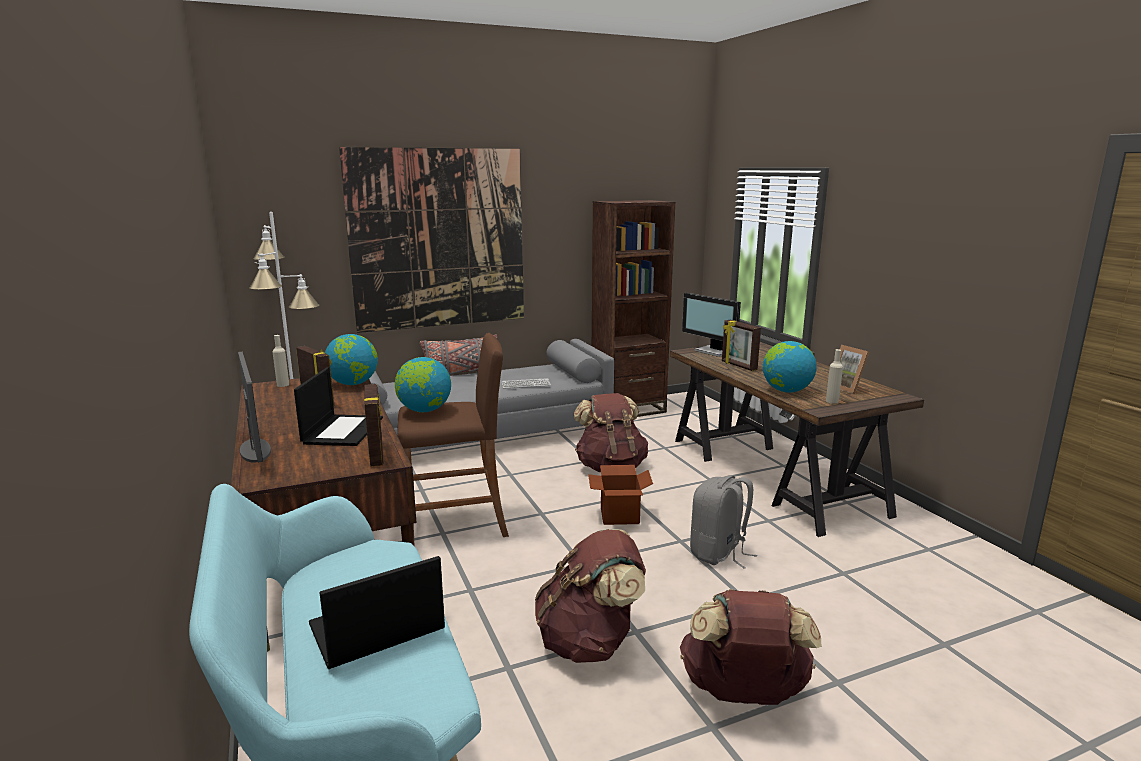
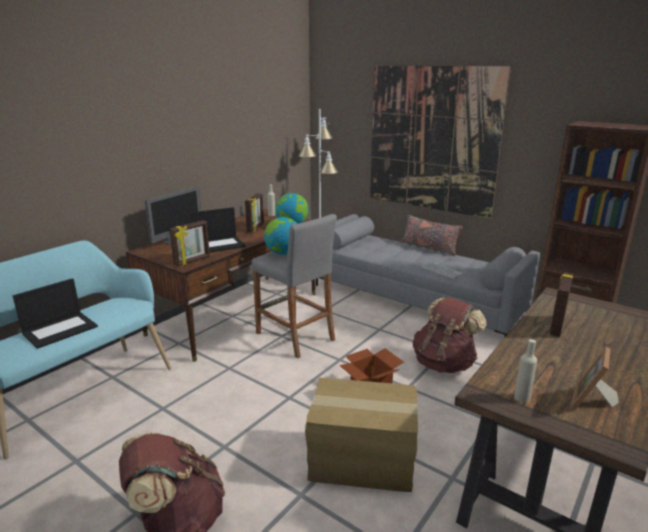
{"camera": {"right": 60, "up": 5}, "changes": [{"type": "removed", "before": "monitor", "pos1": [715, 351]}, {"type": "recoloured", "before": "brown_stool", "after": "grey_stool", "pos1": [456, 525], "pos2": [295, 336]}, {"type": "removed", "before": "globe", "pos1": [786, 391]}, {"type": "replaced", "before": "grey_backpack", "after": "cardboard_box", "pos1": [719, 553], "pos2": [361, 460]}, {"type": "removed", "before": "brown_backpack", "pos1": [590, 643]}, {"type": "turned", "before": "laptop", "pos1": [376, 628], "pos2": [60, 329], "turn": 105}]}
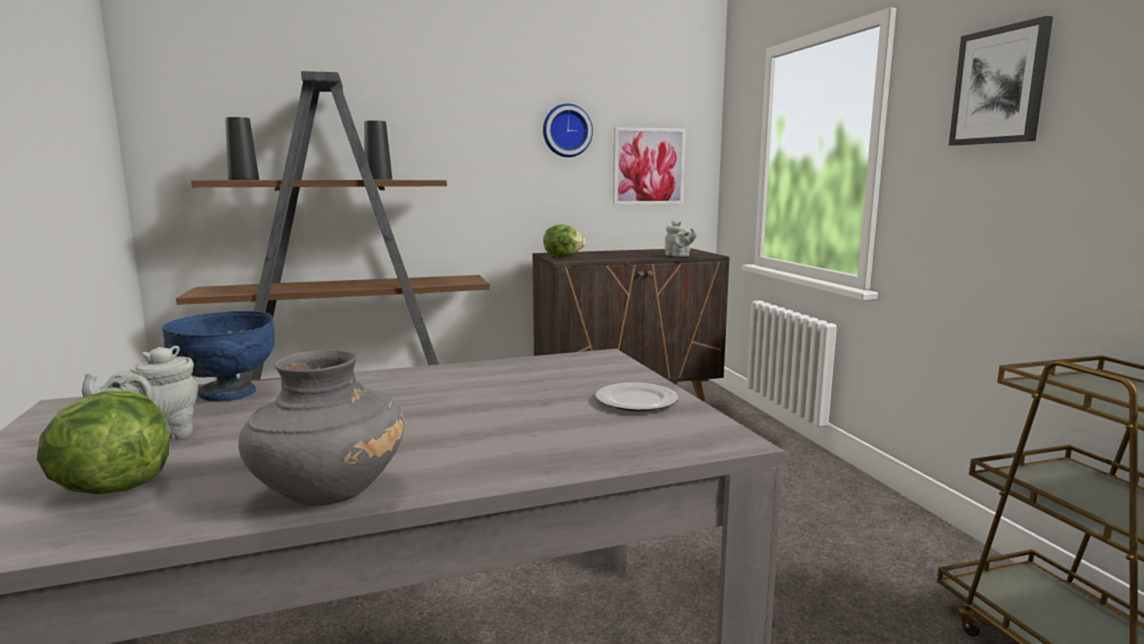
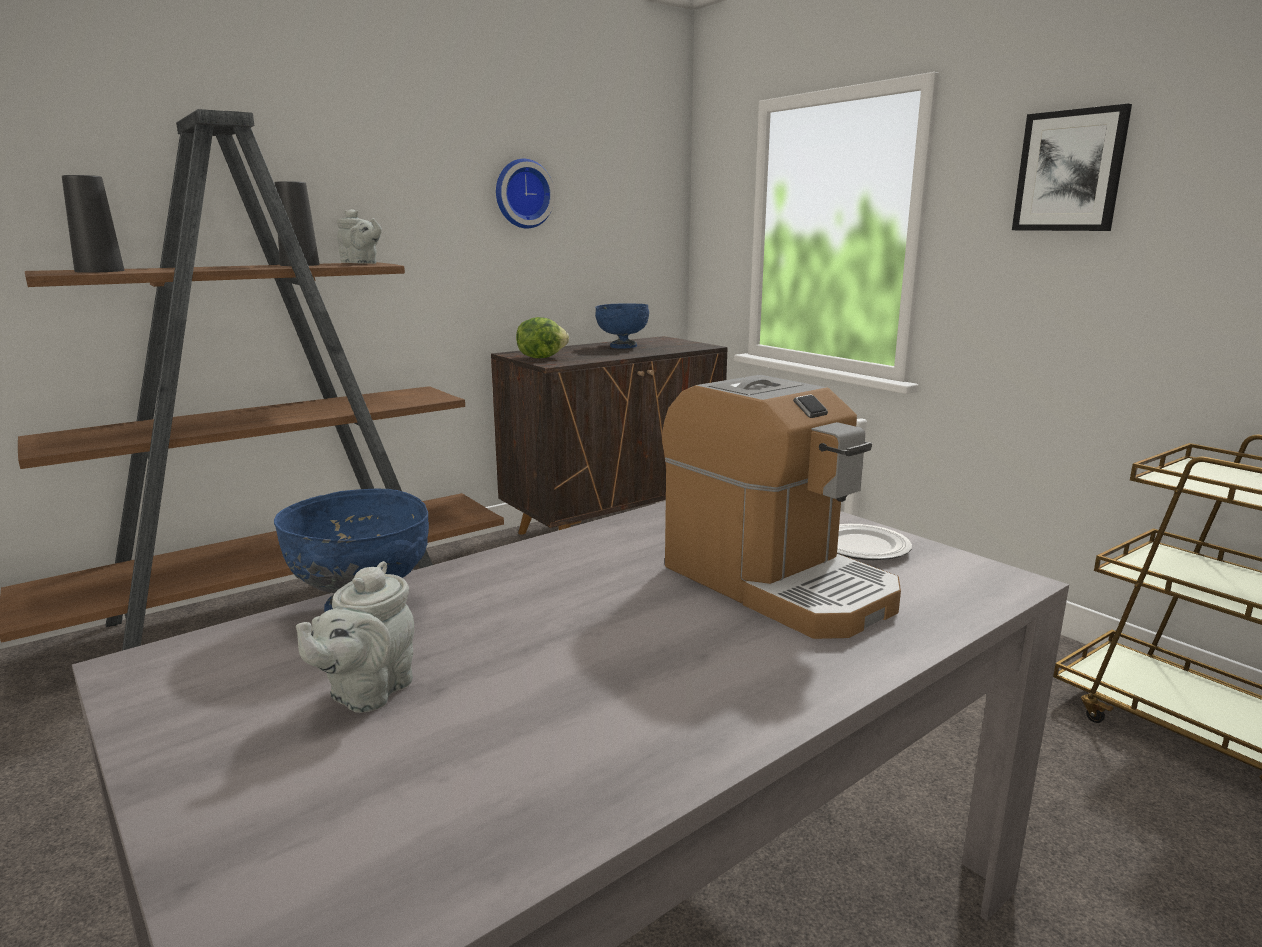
{"camera": {"right": -20, "up": 5}, "changes": [{"type": "removed", "before": "picture", "pos1": [648, 166]}, {"type": "moved", "before": "grey_teapot", "pos1": [679, 256], "pos2": [361, 263]}, {"type": "removed", "before": "grey_vase", "pos1": [328, 492]}, {"type": "removed", "before": "lettuce", "pos1": [113, 487]}, {"type": "added", "after": "blue_bowl", "pos2": [622, 346]}, {"type": "added", "after": "coffee_machine", "pos2": [777, 583]}]}
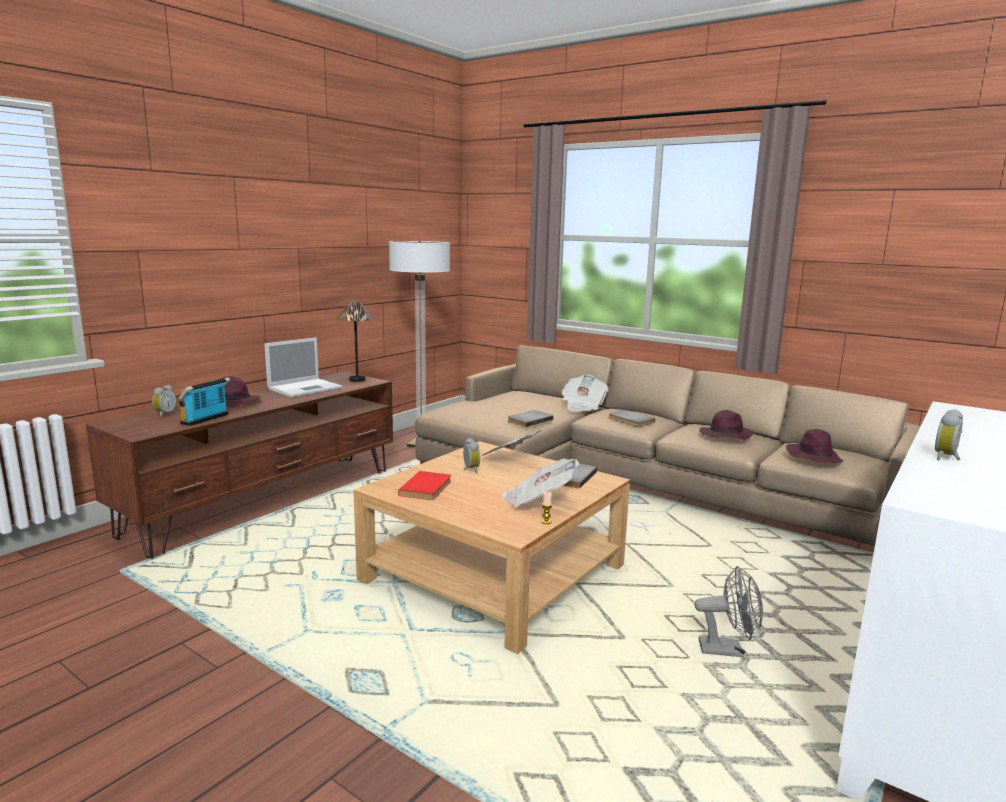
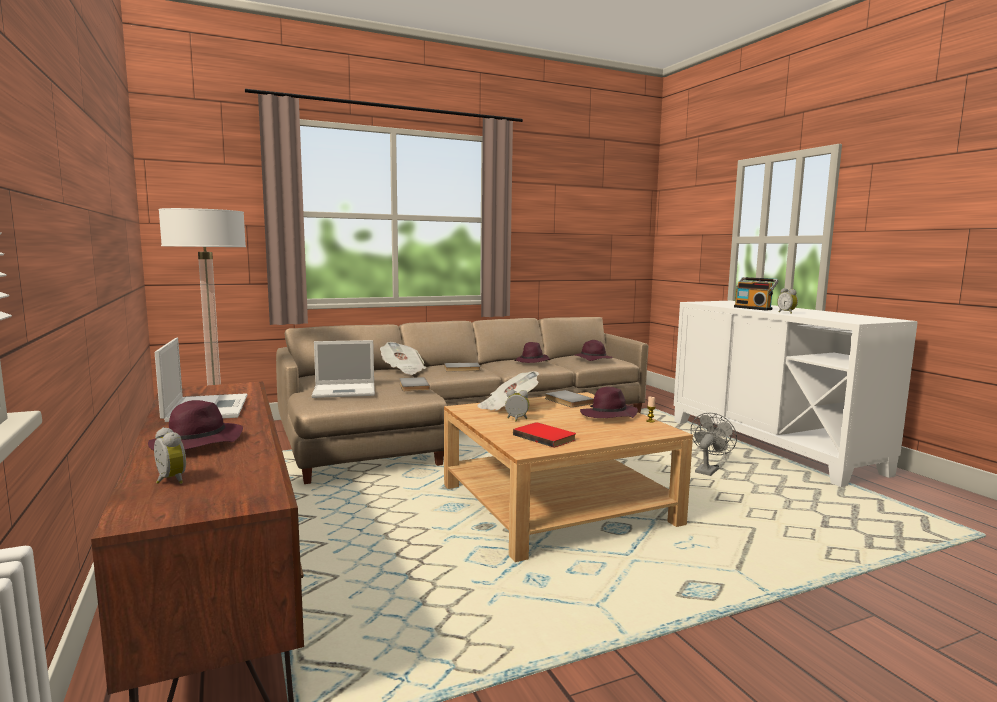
{"camera": {"right": -60, "up": -5}, "changes": [{"type": "removed", "before": "table_lamp", "pos1": [356, 380]}, {"type": "moved", "before": "radio", "pos1": [206, 419], "pos2": [753, 308]}, {"type": "replaced", "before": "newspaper", "after": "purple_hat", "pos1": [538, 501], "pos2": [608, 416]}, {"type": "added", "after": "laptop", "pos2": [345, 391]}]}
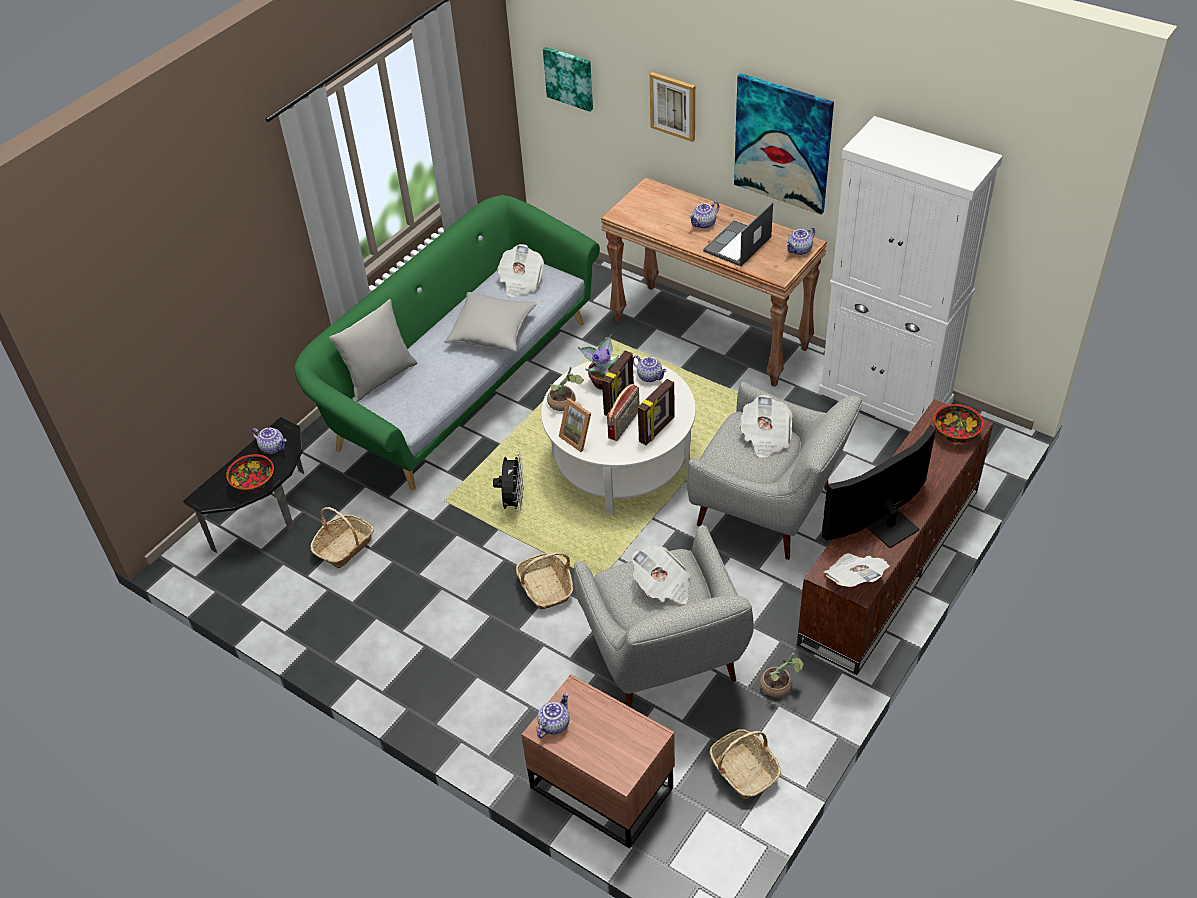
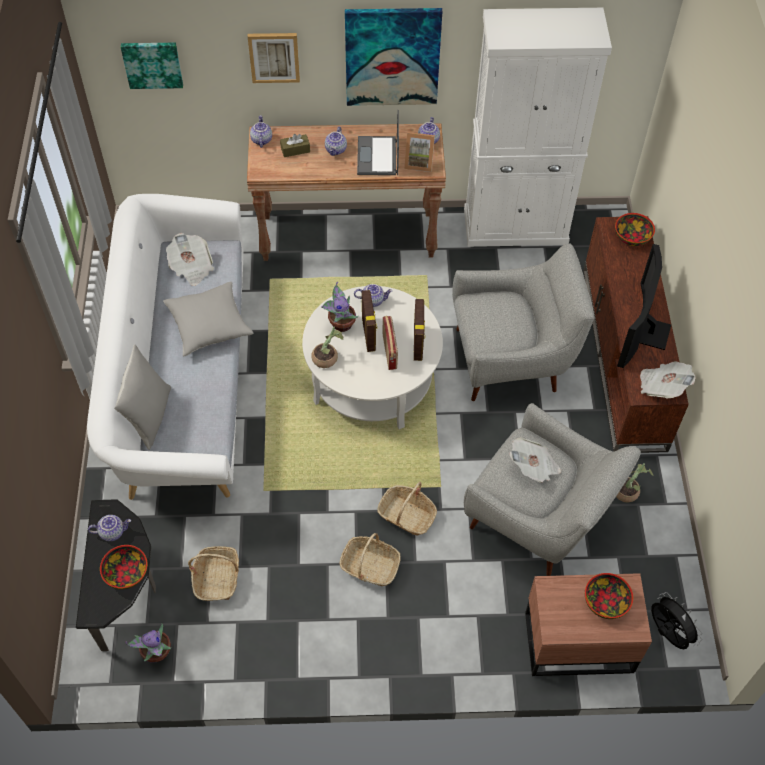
{"camera": {"right": -40, "up": 10}, "changes": [{"type": "recoloured", "before": "green_sofa", "after": "white_sofa", "pos1": [460, 382], "pos2": [183, 380]}, {"type": "removed", "before": "newspaper", "pos1": [765, 437]}, {"type": "moved", "before": "picture_frame", "pos1": [579, 437], "pos2": [419, 162]}, {"type": "moved", "before": "black_fan", "pos1": [513, 502], "pos2": [667, 634]}, {"type": "moved", "before": "teapot", "pos1": [553, 724], "pos2": [261, 140]}, {"type": "moved", "before": "basket", "pos1": [743, 770], "pos2": [369, 566]}, {"type": "added", "after": "brown_tissue_box", "pos2": [295, 150]}, {"type": "added", "after": "bowl", "pos2": [606, 601]}, {"type": "added", "after": "potted_plant", "pos2": [156, 653]}]}
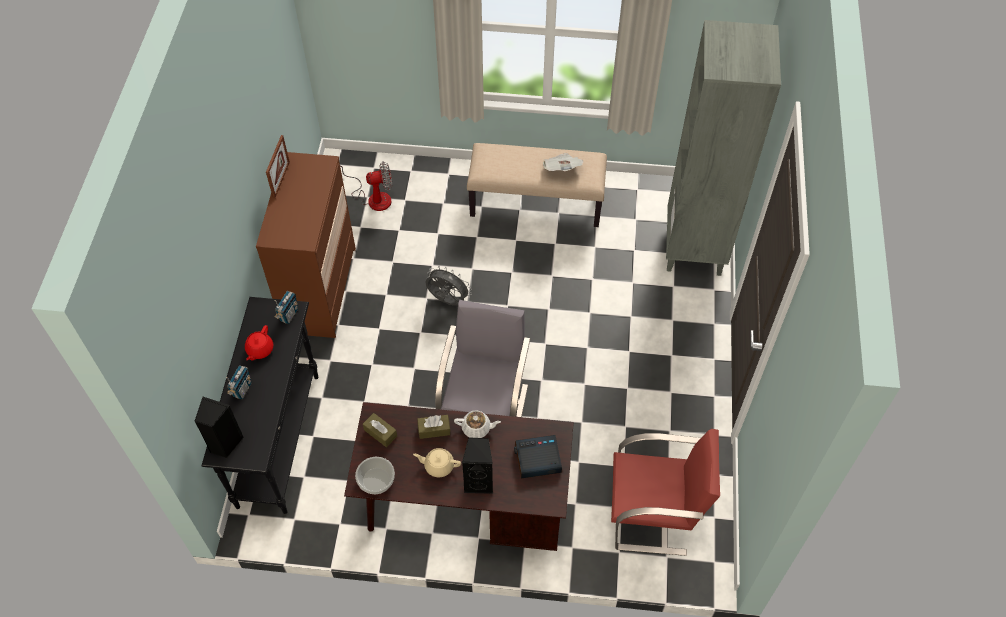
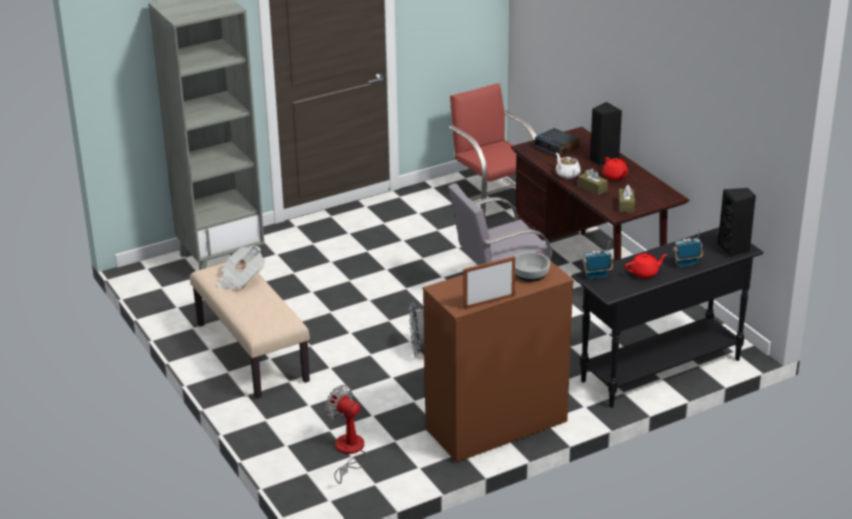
{"camera": {"right": -125, "up": -25}, "changes": [{"type": "recoloured", "before": "beige_teapot", "after": "red_teapot", "pos1": [438, 465], "pos2": [615, 176]}, {"type": "moved", "before": "bowl", "pos1": [376, 480], "pos2": [530, 273]}]}
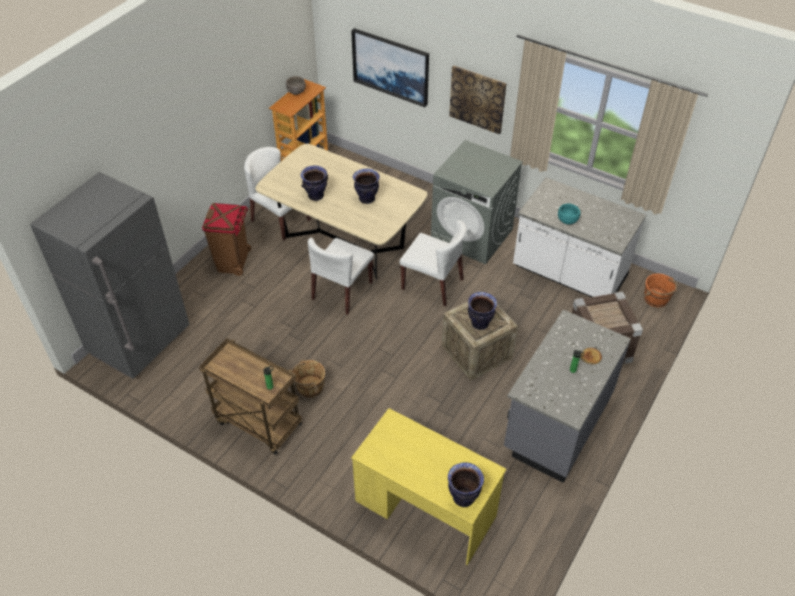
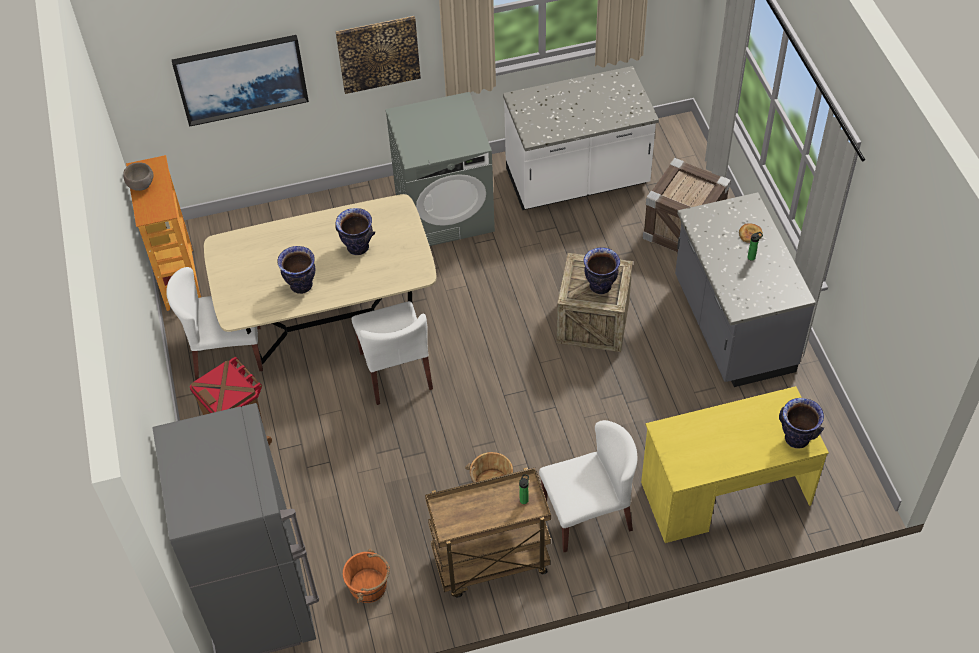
{"camera": {"right": -45, "up": 5}, "changes": [{"type": "removed", "before": "turquoise_bowl", "pos1": [567, 221]}, {"type": "moved", "before": "white_chair", "pos1": [433, 284], "pos2": [587, 515]}, {"type": "moved", "before": "orange_bucket", "pos1": [656, 299], "pos2": [369, 586]}]}
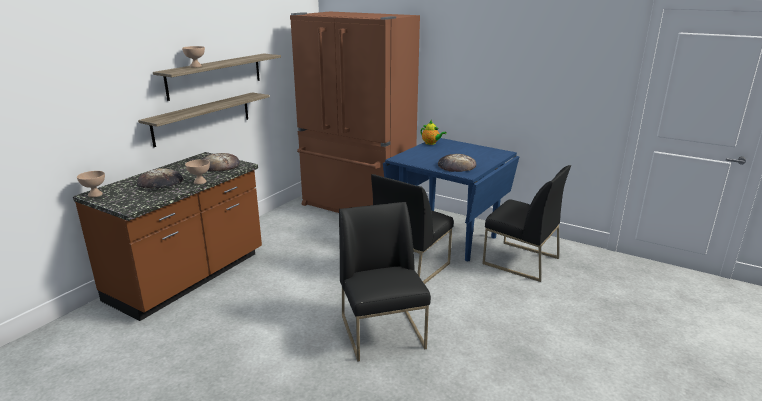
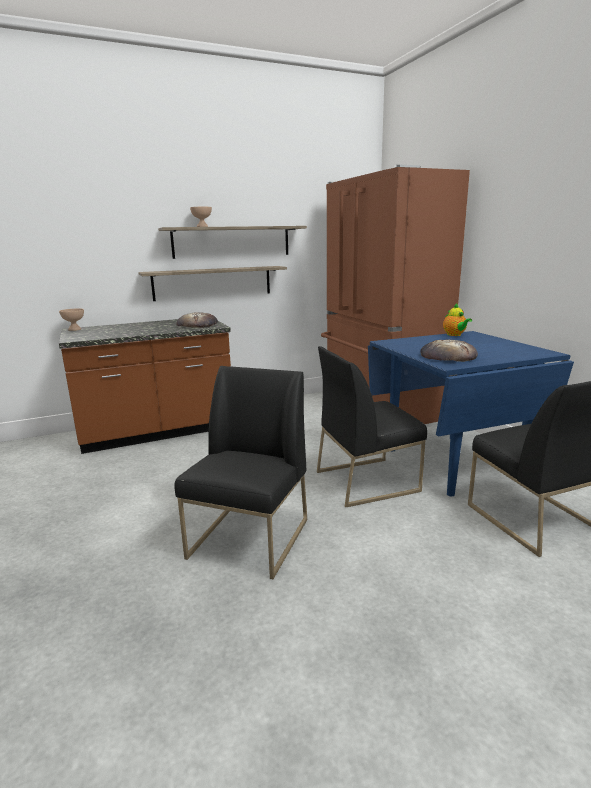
{"camera": {"right": 35, "up": -5}, "changes": [{"type": "removed", "before": "beige_bowl", "pos1": [199, 182]}, {"type": "removed", "before": "bread", "pos1": [160, 183]}]}
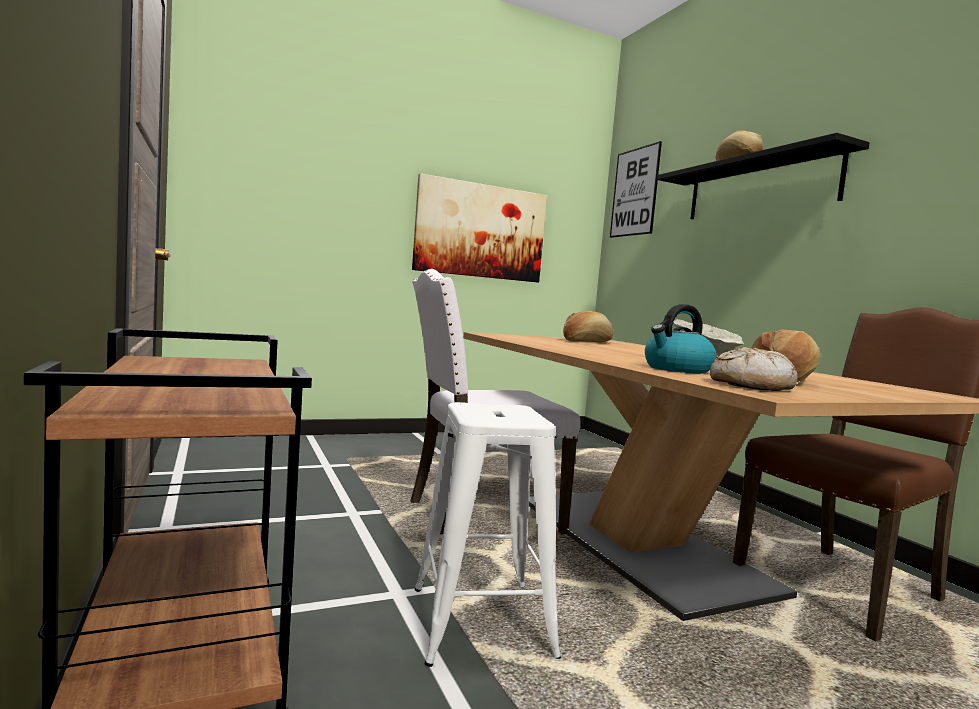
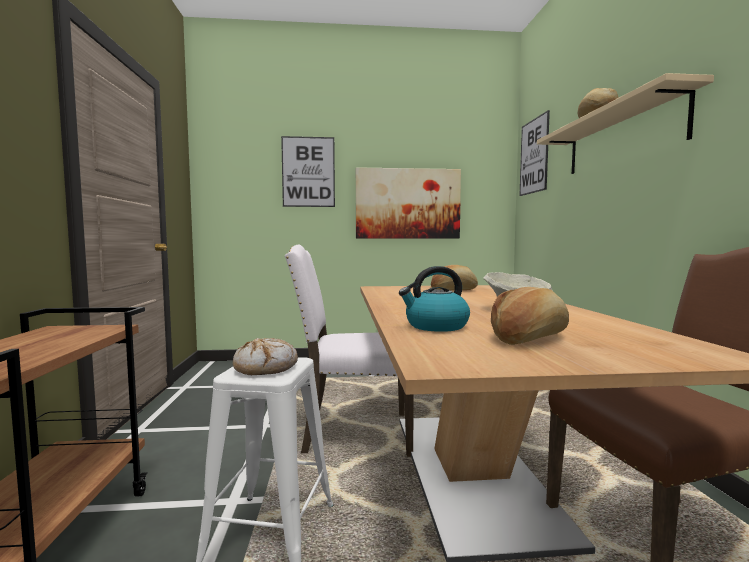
{"camera": {"right": 20, "up": 0}, "changes": [{"type": "recoloured", "before": "black_shelf", "after": "beige_shelf", "pos1": [759, 188], "pos2": [621, 138]}, {"type": "moved", "before": "bread", "pos1": [750, 385], "pos2": [266, 367]}, {"type": "added", "after": "picture", "pos2": [308, 172]}]}
